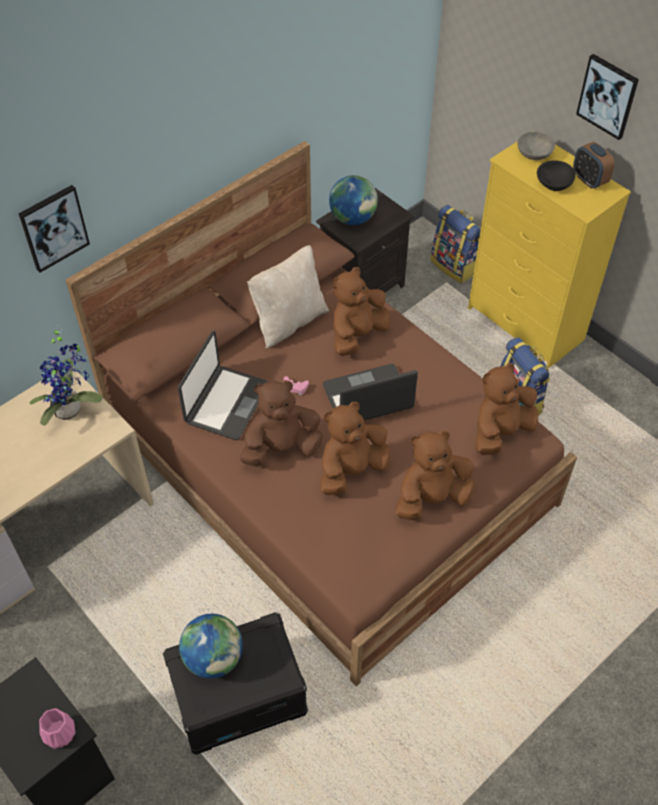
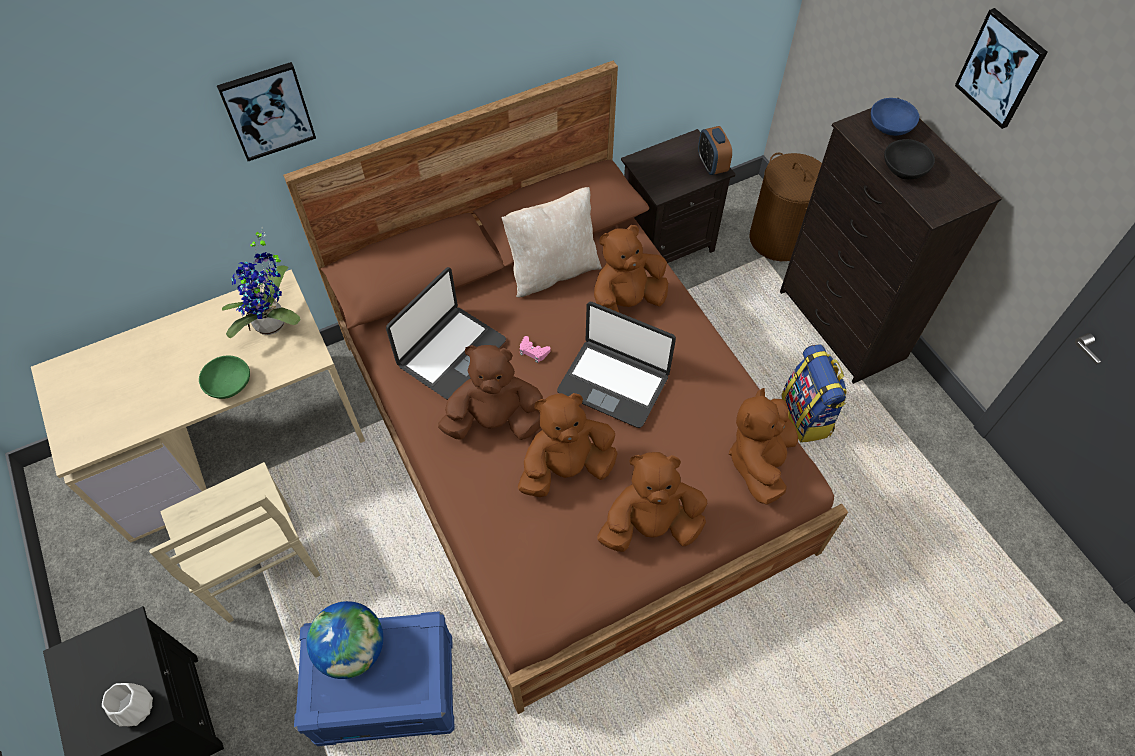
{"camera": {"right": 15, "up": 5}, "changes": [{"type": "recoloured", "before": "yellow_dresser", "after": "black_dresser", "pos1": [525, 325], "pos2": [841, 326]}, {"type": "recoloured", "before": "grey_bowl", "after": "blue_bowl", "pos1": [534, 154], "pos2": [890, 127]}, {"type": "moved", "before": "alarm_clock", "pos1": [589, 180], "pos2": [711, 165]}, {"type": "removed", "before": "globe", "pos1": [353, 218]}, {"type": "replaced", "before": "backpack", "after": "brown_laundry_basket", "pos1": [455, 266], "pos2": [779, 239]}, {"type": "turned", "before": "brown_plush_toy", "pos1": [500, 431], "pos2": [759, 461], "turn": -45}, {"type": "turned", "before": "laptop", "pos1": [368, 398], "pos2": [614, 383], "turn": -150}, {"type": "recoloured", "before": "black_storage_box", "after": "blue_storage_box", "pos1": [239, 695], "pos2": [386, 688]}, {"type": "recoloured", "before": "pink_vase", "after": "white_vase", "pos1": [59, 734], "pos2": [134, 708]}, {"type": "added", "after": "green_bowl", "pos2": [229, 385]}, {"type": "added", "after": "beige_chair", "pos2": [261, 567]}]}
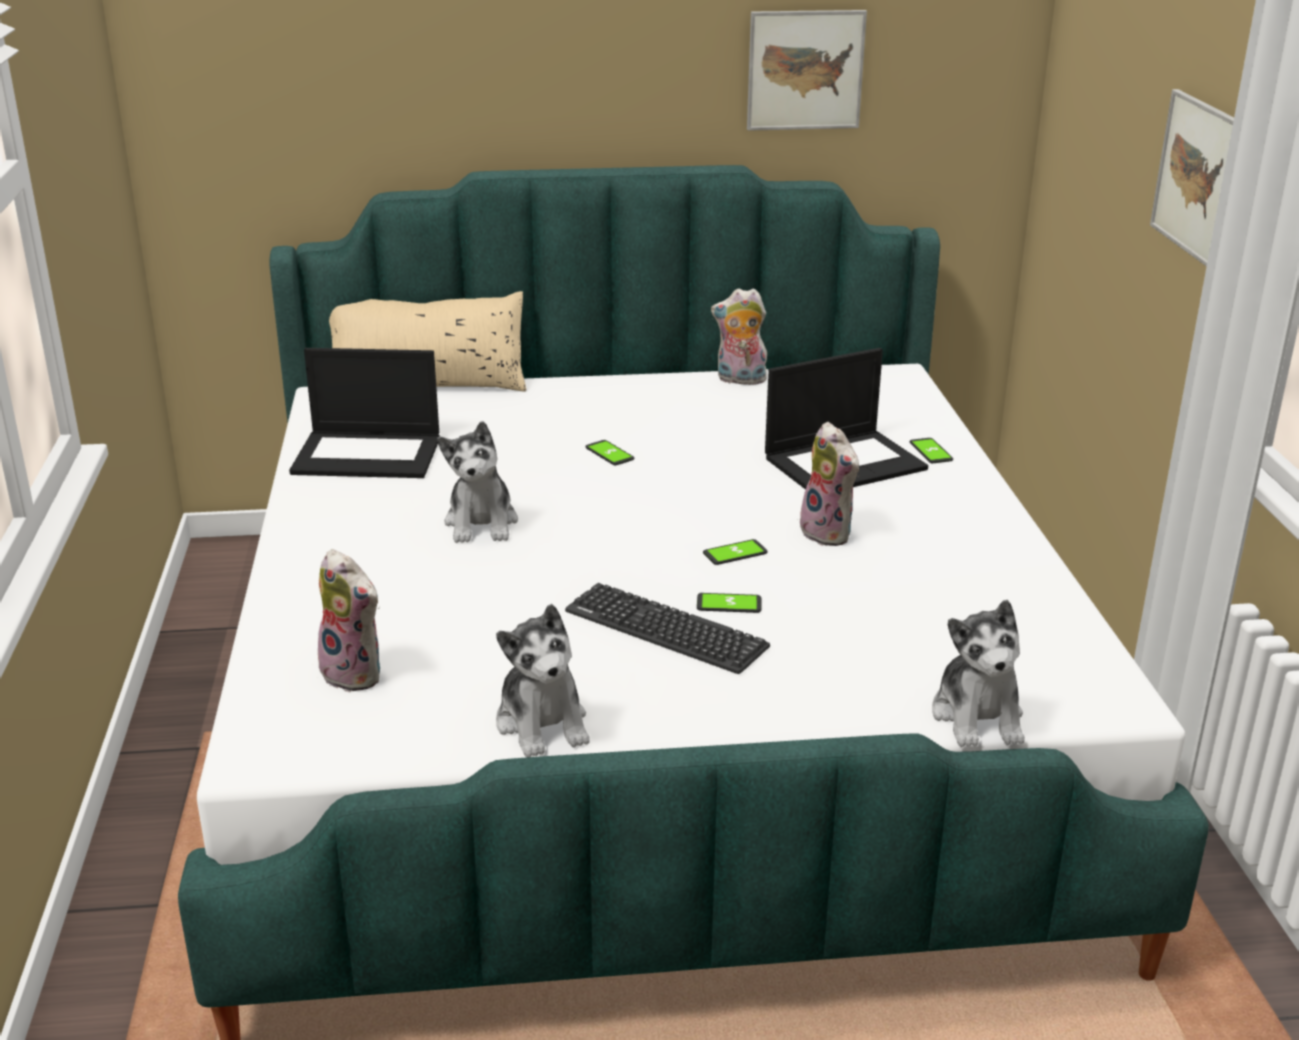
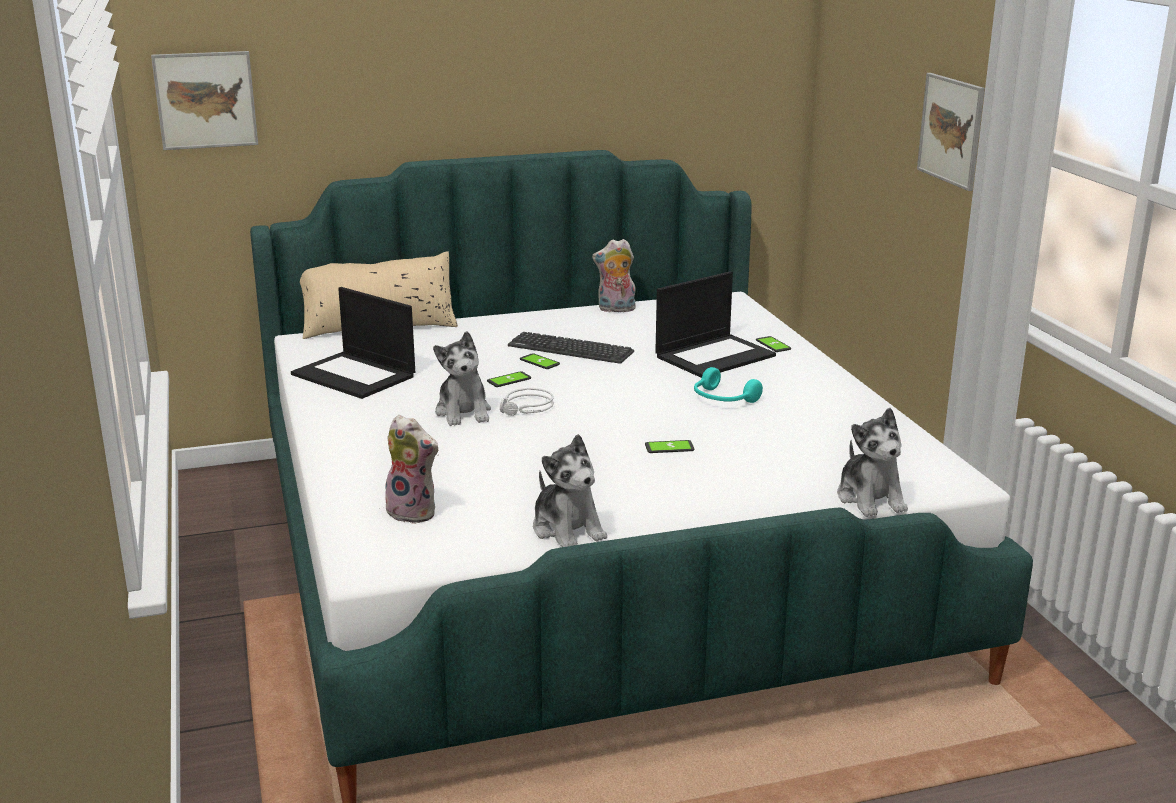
{"camera": {"right": -10, "up": -5}, "changes": [{"type": "moved", "before": "picture", "pos1": [805, 70], "pos2": [205, 100]}, {"type": "turned", "before": "laptop", "pos1": [369, 455], "pos2": [355, 375], "turn": 45}, {"type": "replaced", "before": "plush_toy", "after": "turquoise_headphones", "pos1": [830, 533], "pos2": [722, 399]}, {"type": "moved", "before": "phone", "pos1": [735, 553], "pos2": [509, 380]}, {"type": "moved", "before": "keyboard", "pos1": [665, 629], "pos2": [570, 349]}, {"type": "added", "after": "grey_headphones", "pos2": [526, 408]}]}
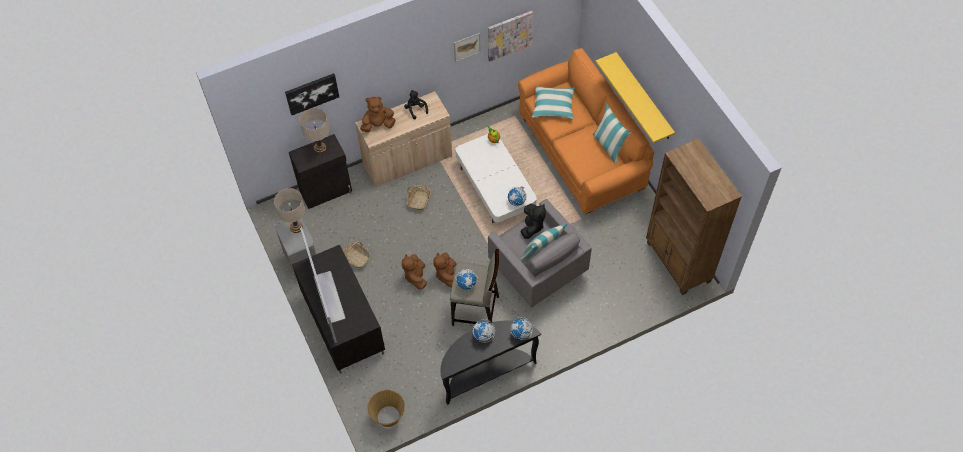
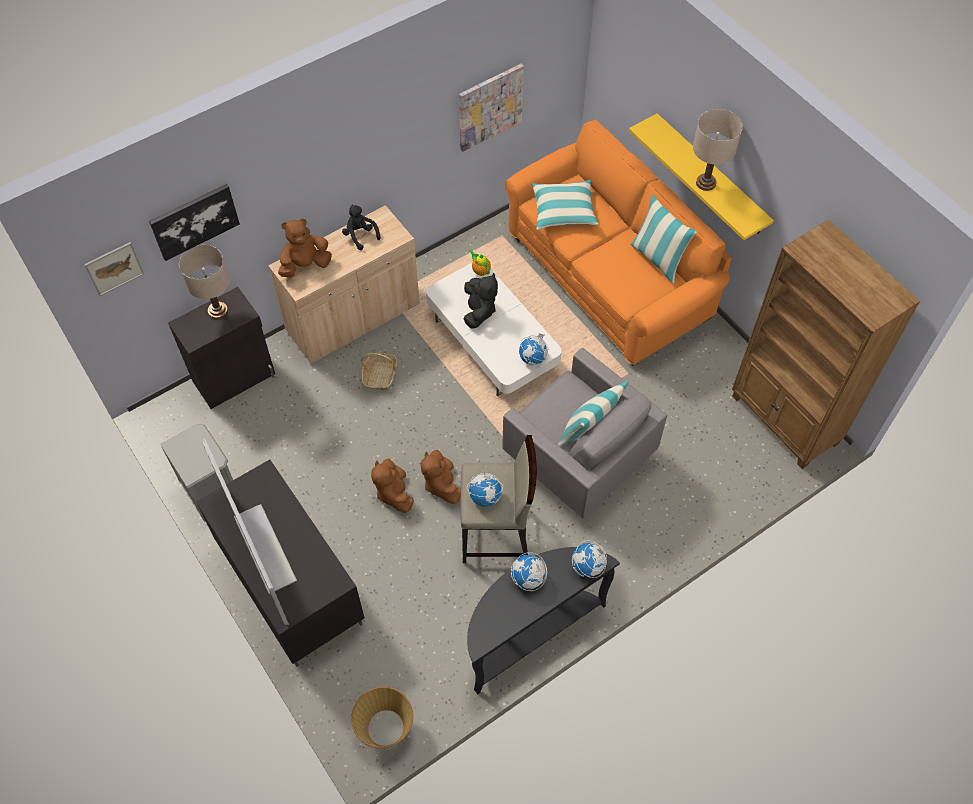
{"camera": {"right": -10, "up": 0}, "changes": [{"type": "moved", "before": "picture", "pos1": [467, 47], "pos2": [114, 268]}, {"type": "moved", "before": "beige_table_lamp", "pos1": [296, 227], "pos2": [705, 183]}, {"type": "moved", "before": "black_plush_toy", "pos1": [532, 226], "pos2": [479, 311]}, {"type": "removed", "before": "basket", "pos1": [356, 258]}]}
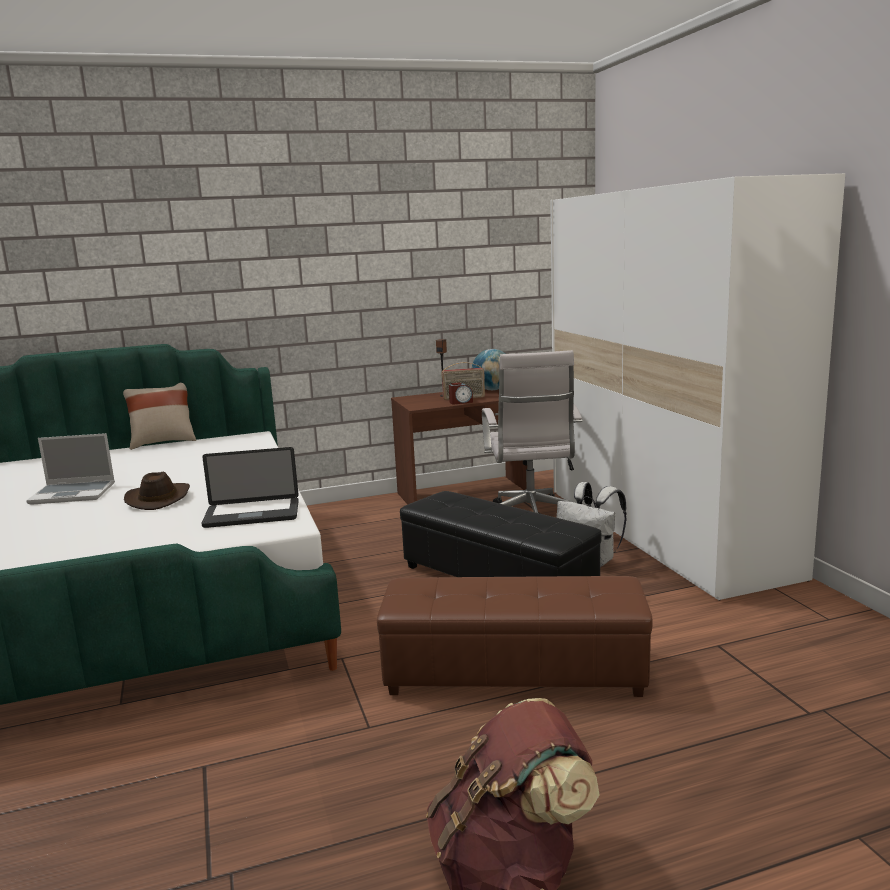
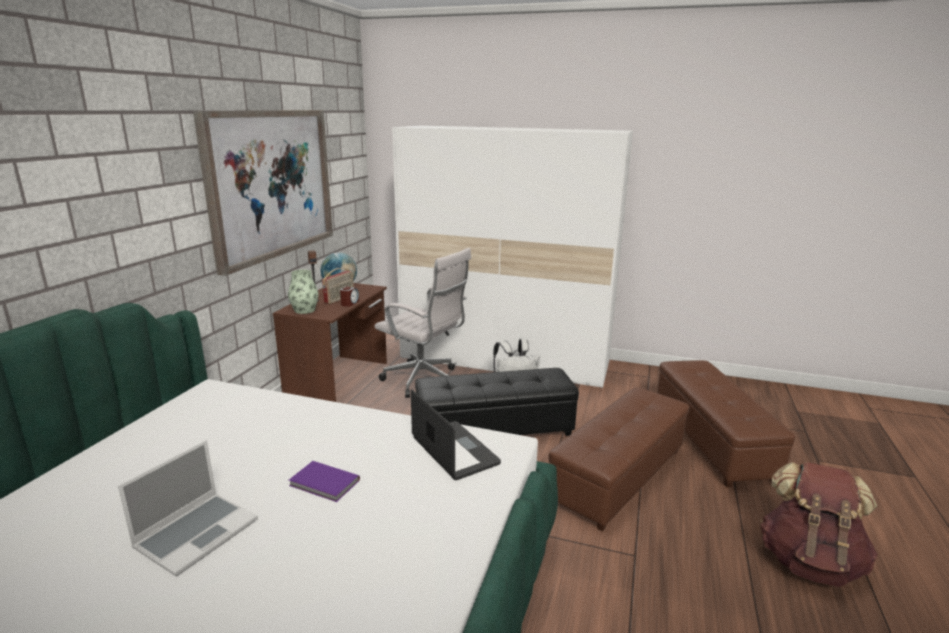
{"camera": {"right": -55, "up": 5}, "changes": [{"type": "removed", "before": "beige_pillow", "pos1": [163, 442]}, {"type": "turned", "before": "laptop", "pos1": [252, 514], "pos2": [454, 451], "turn": -60}, {"type": "replaced", "before": "brown_hat", "after": "purple_book", "pos1": [158, 498], "pos2": [324, 484]}, {"type": "added", "after": "picture", "pos2": [271, 184]}, {"type": "added", "after": "vase", "pos2": [304, 310]}, {"type": "added", "after": "brown_ottoman", "pos2": [710, 440]}]}
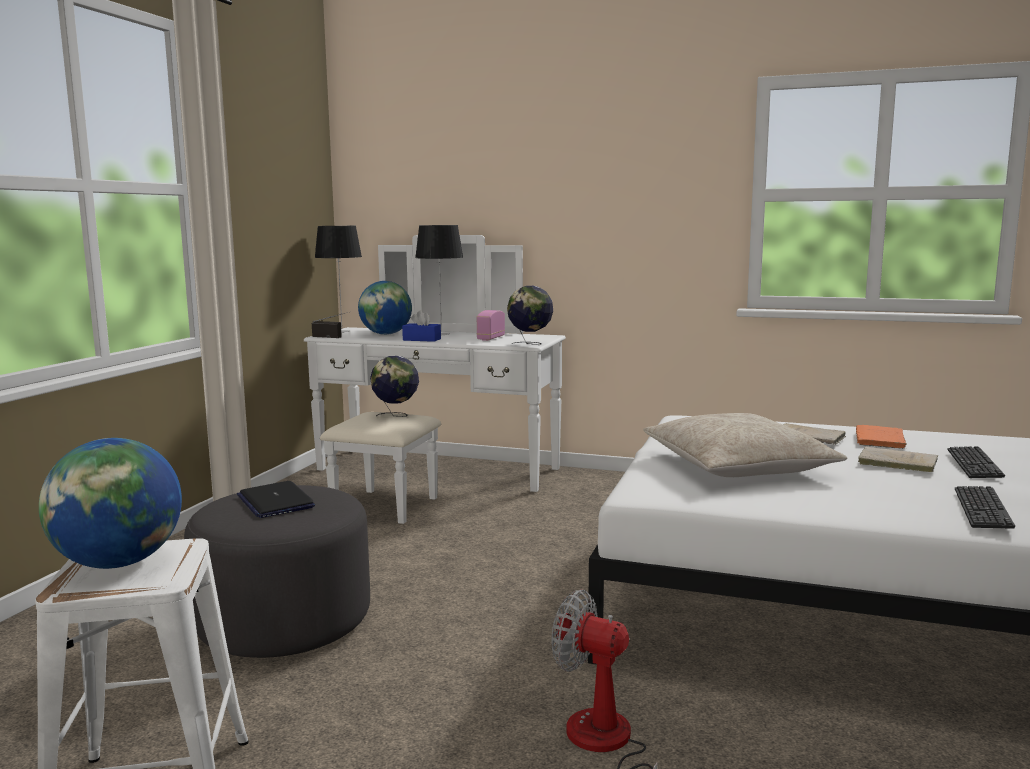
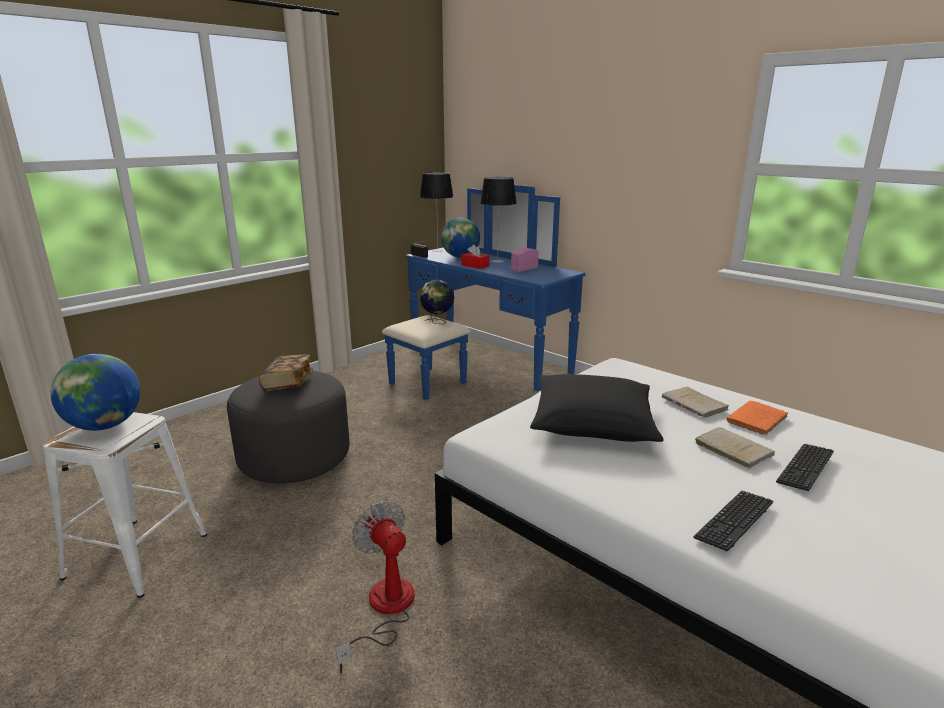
{"camera": {"right": 25, "up": 10}, "changes": [{"type": "recoloured", "before": "white_dresser", "after": "blue_dresser", "pos1": [428, 477], "pos2": [476, 364]}, {"type": "removed", "before": "globe", "pos1": [530, 344]}, {"type": "recoloured", "before": "blue_tissue_box", "after": "red_tissue_box", "pos1": [422, 339], "pos2": [475, 266]}, {"type": "recoloured", "before": "beige_pillow", "after": "black_pillow", "pos1": [737, 465], "pos2": [593, 422]}, {"type": "replaced", "before": "laptop", "after": "book", "pos1": [275, 501], "pos2": [288, 383]}]}
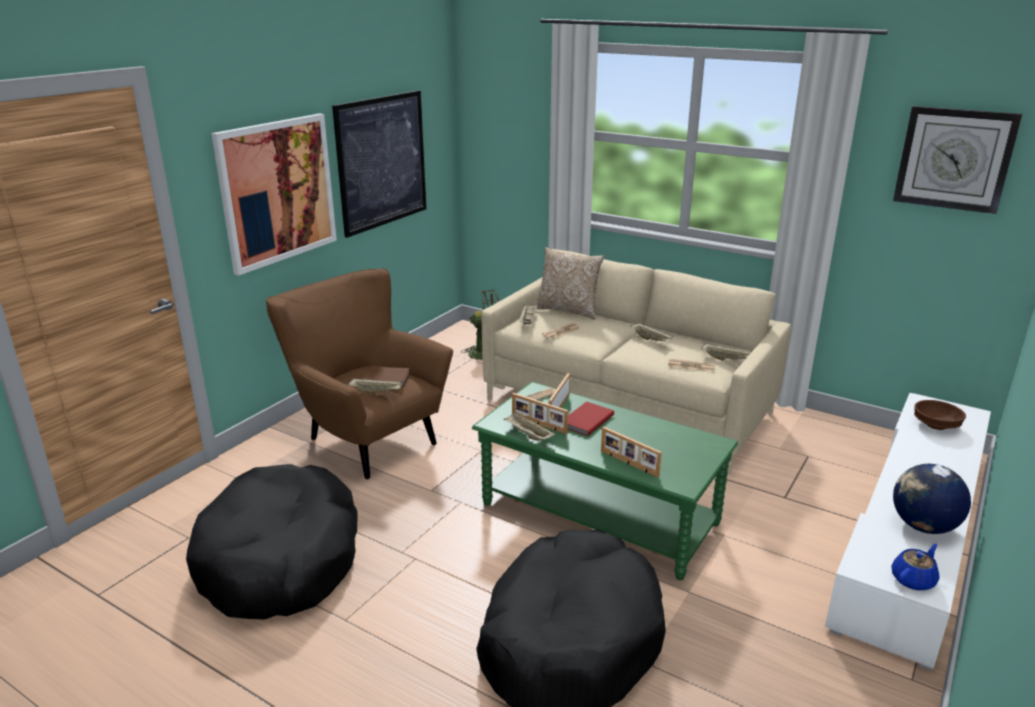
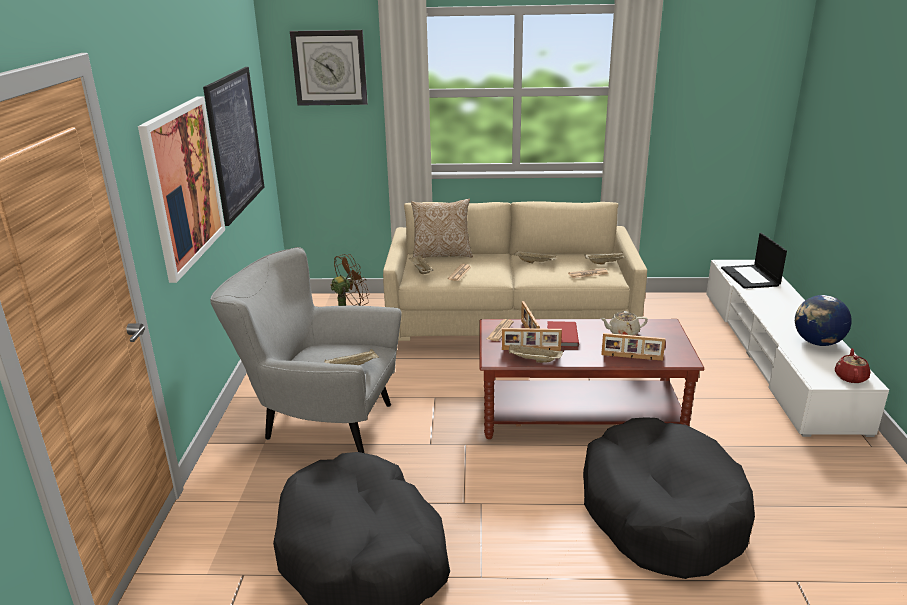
{"camera": {"right": -30, "up": 0}, "changes": [{"type": "moved", "before": "wall_clock", "pos1": [954, 159], "pos2": [329, 68]}, {"type": "recoloured", "before": "brown_armchair", "after": "grey_armchair", "pos1": [365, 439], "pos2": [319, 422]}, {"type": "removed", "before": "brown_book", "pos1": [388, 379]}, {"type": "recoloured", "before": "green_coffee_table", "after": "brown_coffee_table", "pos1": [599, 514], "pos2": [580, 414]}, {"type": "replaced", "before": "brown_bowl", "after": "laptop", "pos1": [936, 426], "pos2": [751, 277]}, {"type": "recoloured", "before": "blue_teapot", "after": "red_teapot", "pos1": [913, 579], "pos2": [850, 377]}, {"type": "added", "after": "beige_teapot", "pos2": [623, 333]}]}
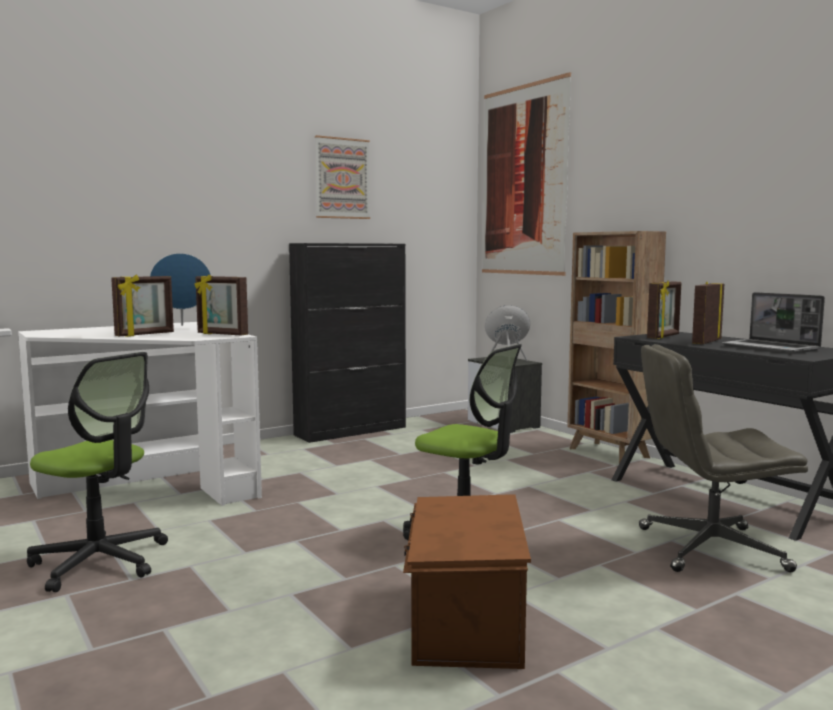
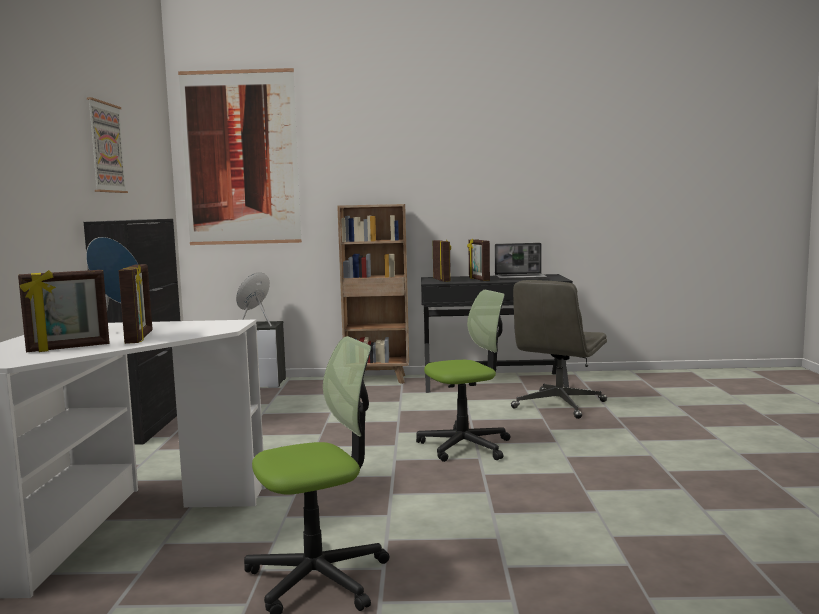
{"camera": {"right": -55, "up": 0}, "changes": [{"type": "moved", "before": "picture_frame", "pos1": [221, 334], "pos2": [68, 348]}, {"type": "removed", "before": "brown_storage_box", "pos1": [463, 622]}]}
